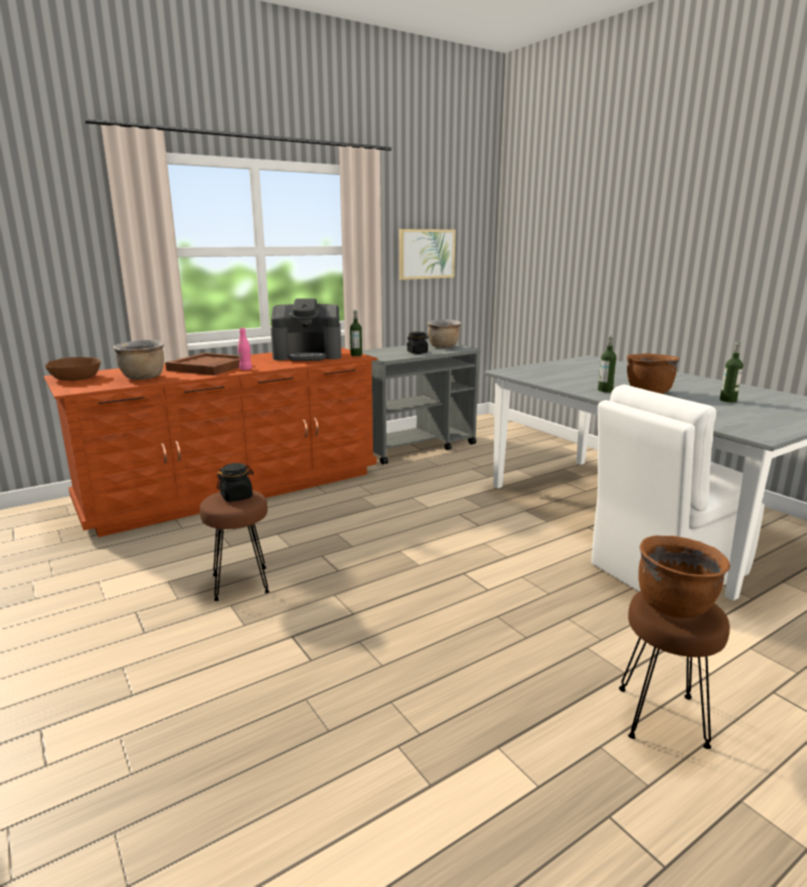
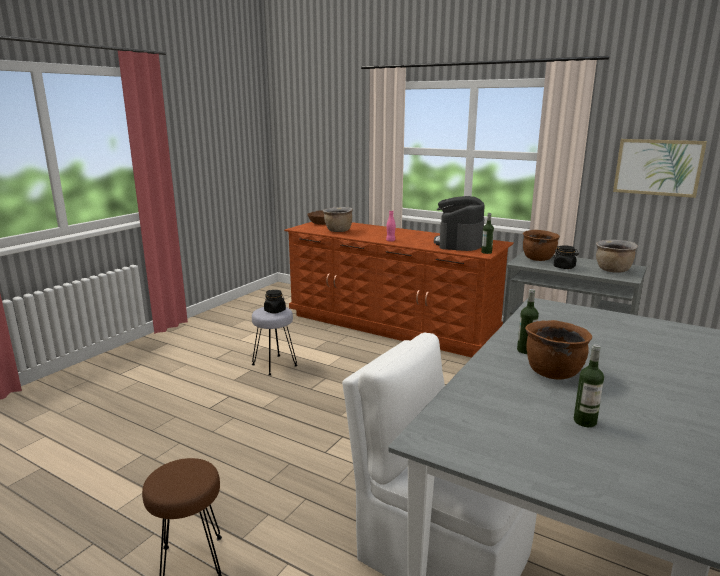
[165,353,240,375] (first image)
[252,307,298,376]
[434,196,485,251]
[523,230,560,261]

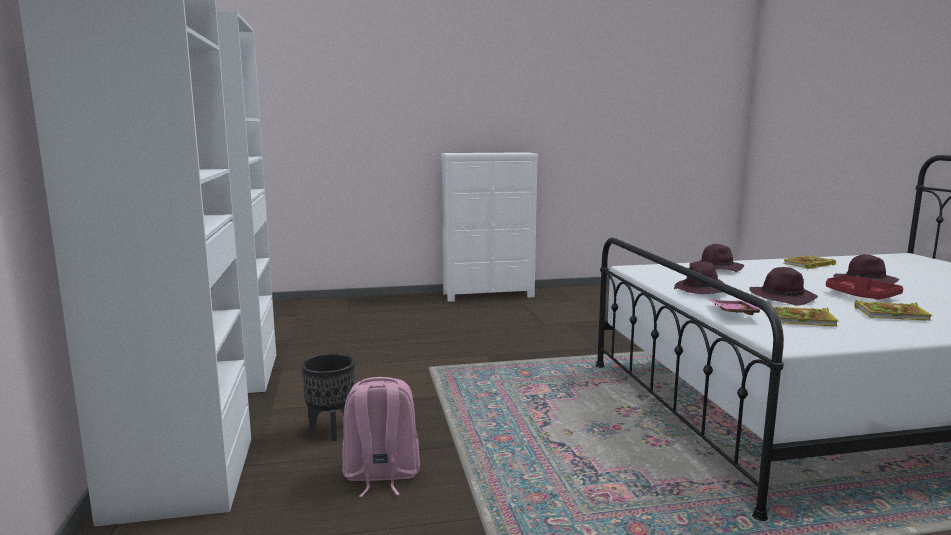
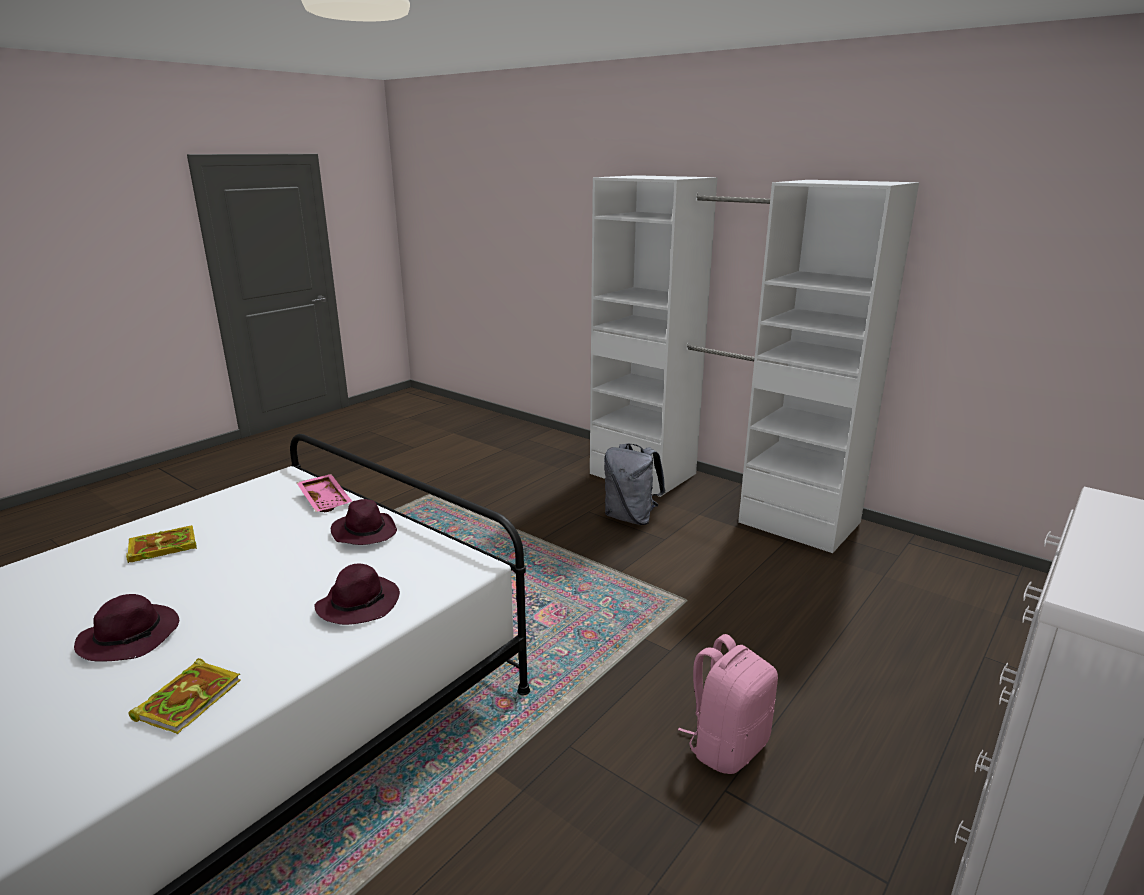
[604,443,665,525]
[678,634,778,774]
[749,267,818,305] (first image)
[771,305,839,326] (first image)
[826,275,903,300] (first image)

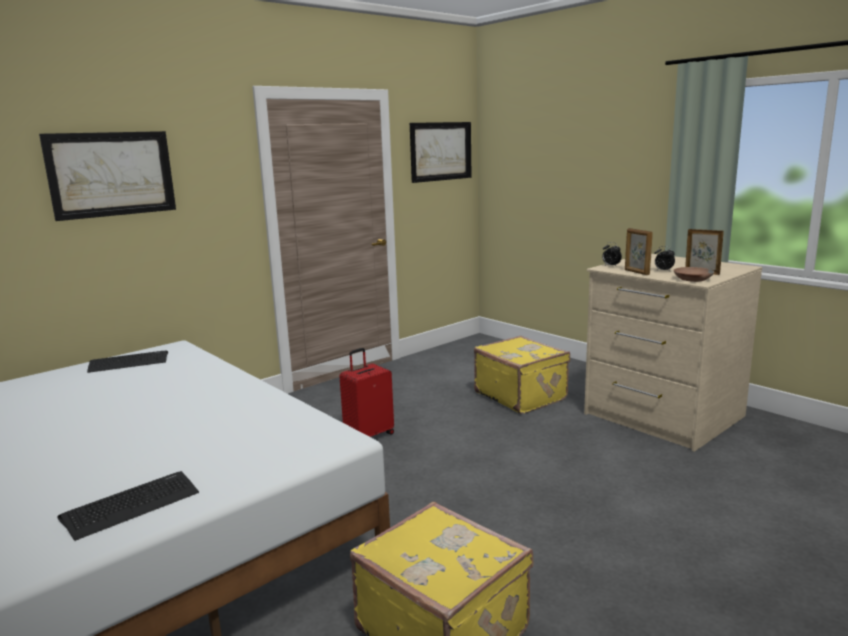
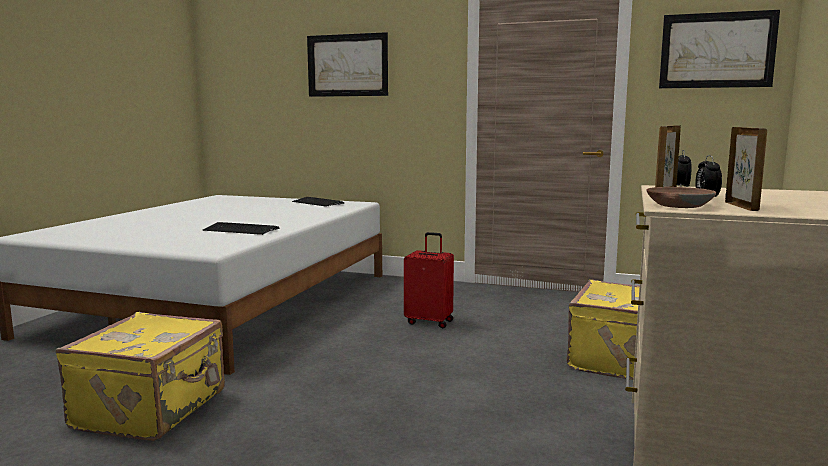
[203,222,280,235]

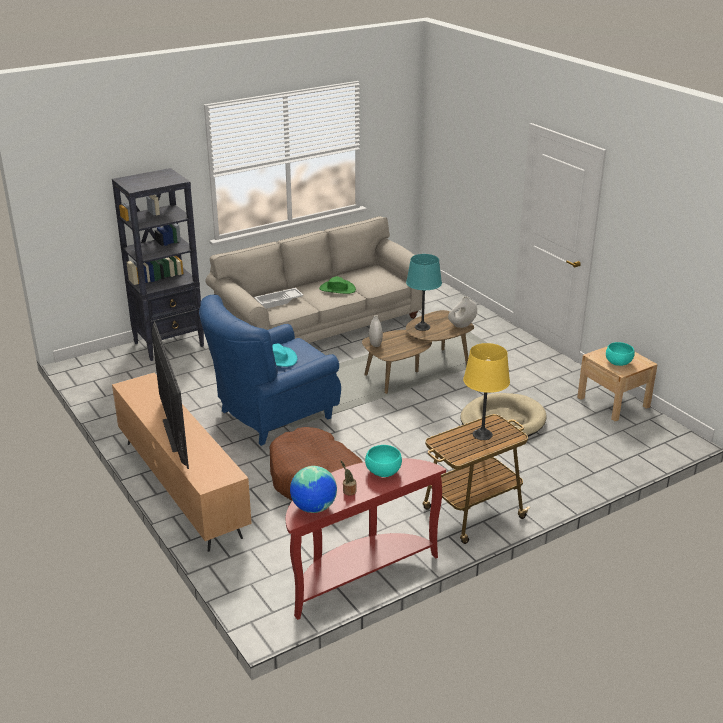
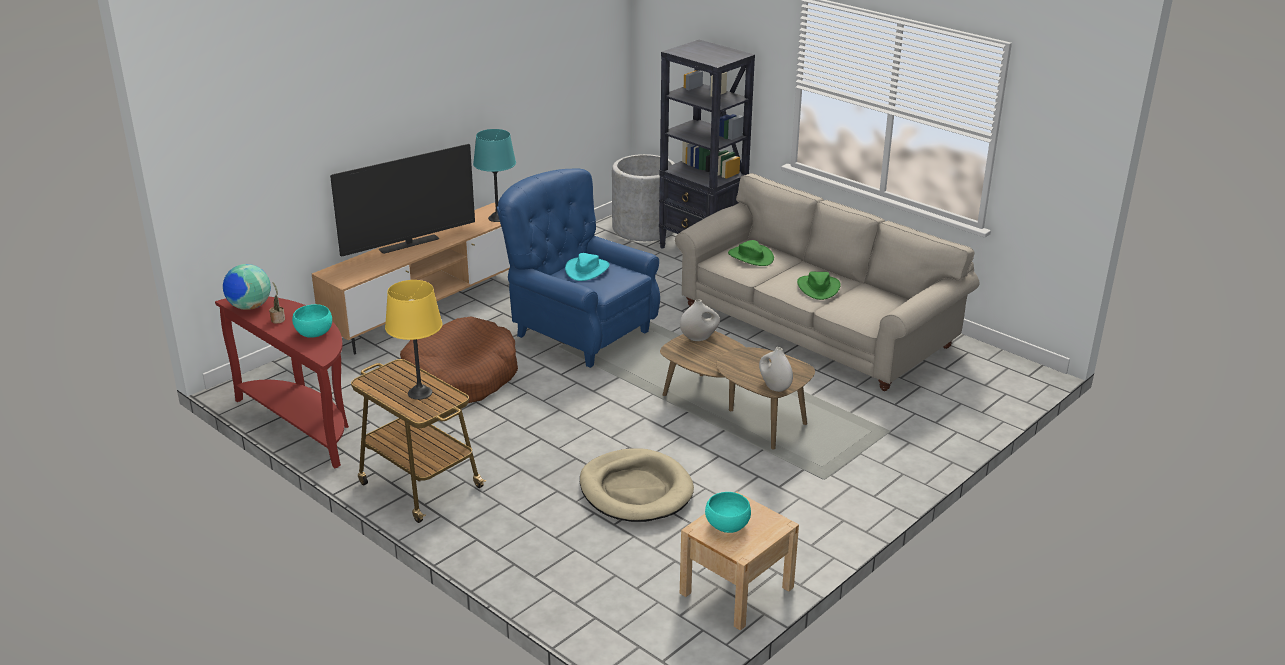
[728,240,774,266]
[473,129,516,222]
[612,154,675,241]

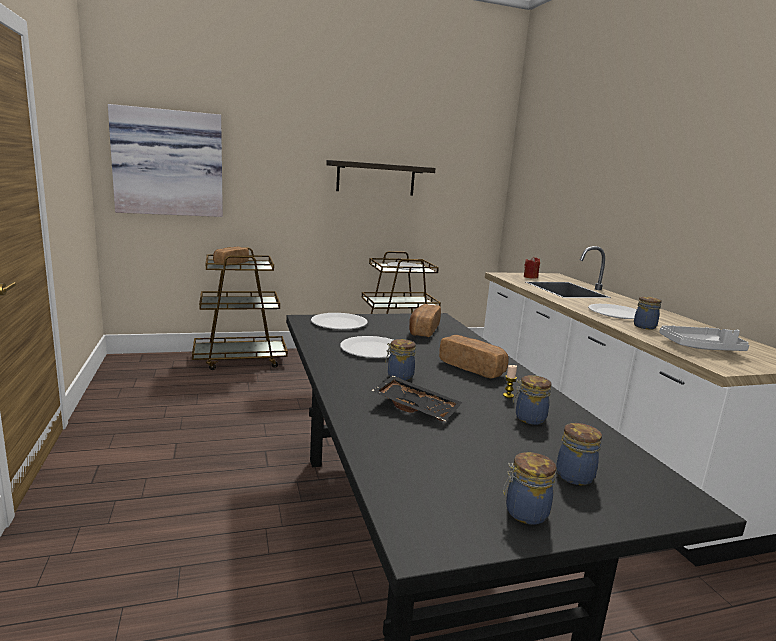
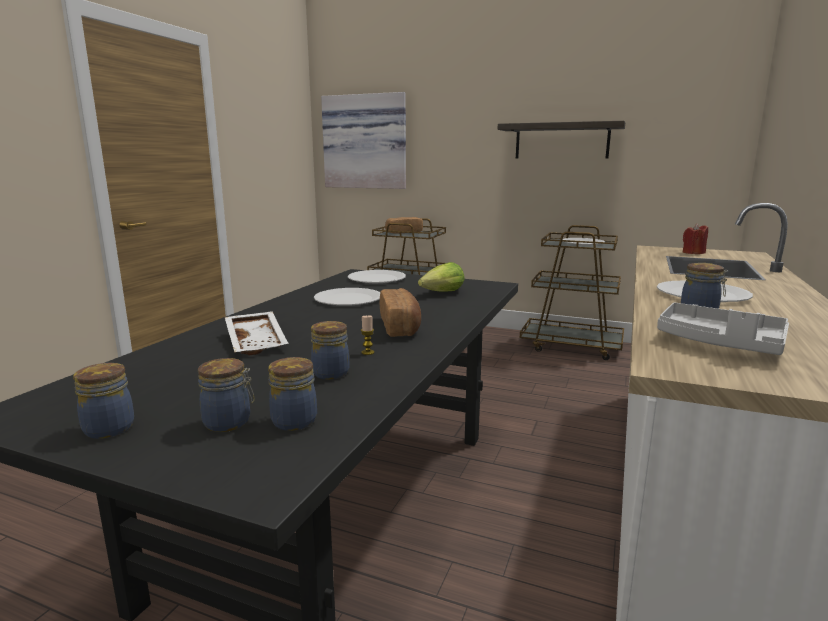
[225,311,289,355]
[268,357,317,431]
[418,262,465,292]

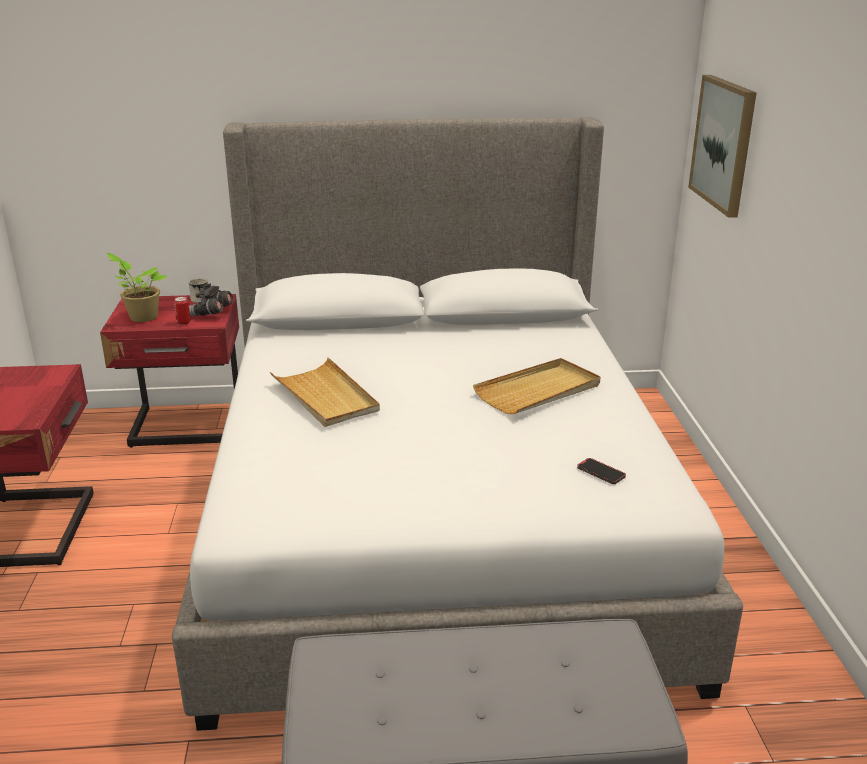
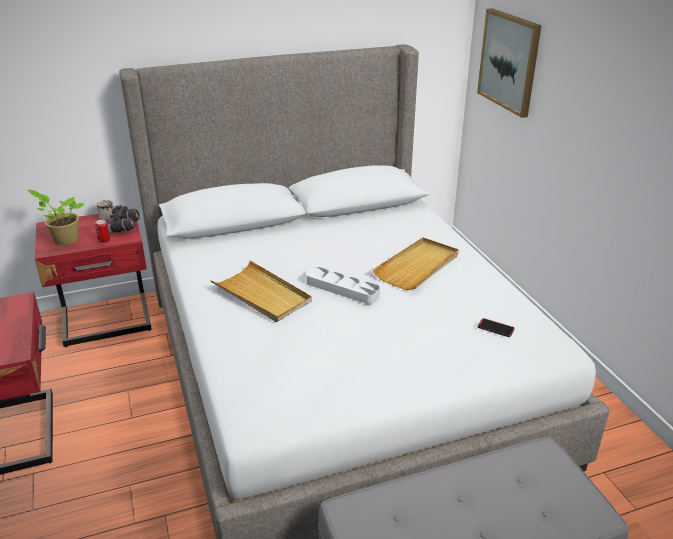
[306,267,380,304]

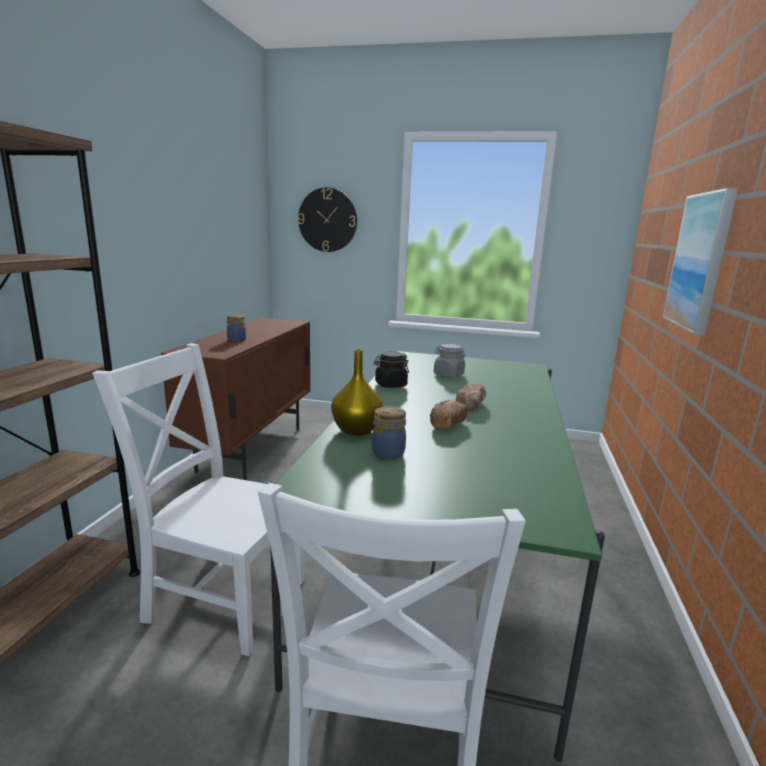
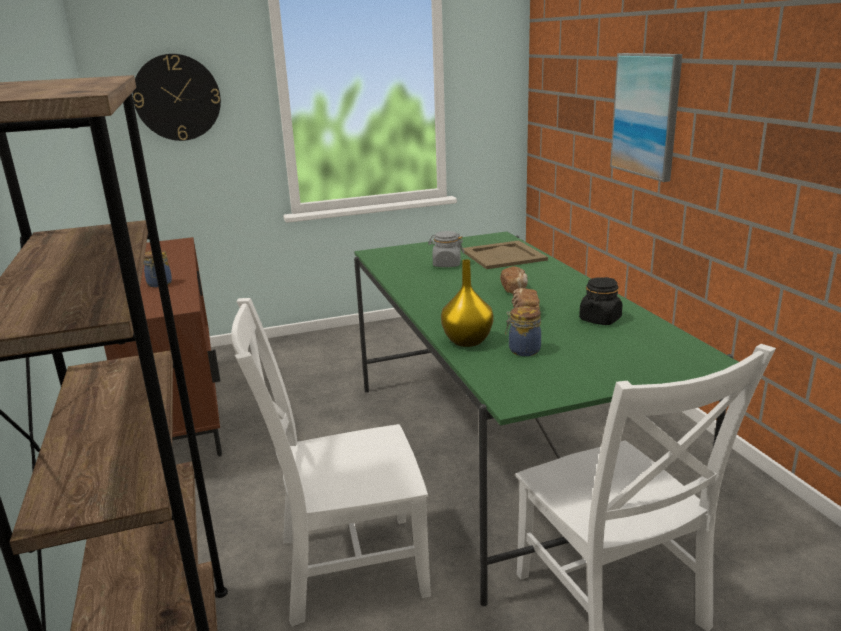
[579,277,622,325]
[461,240,548,269]

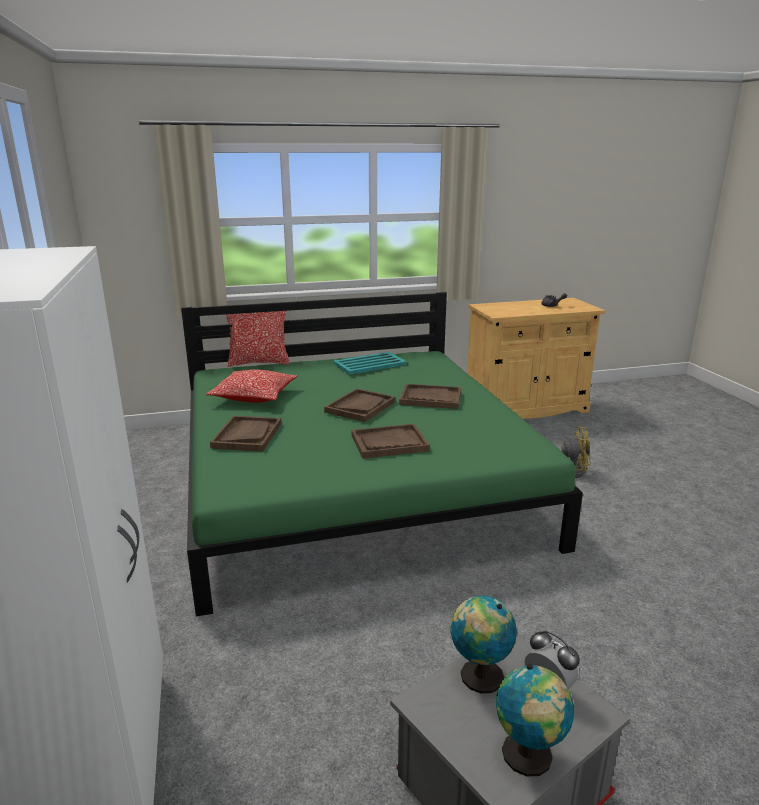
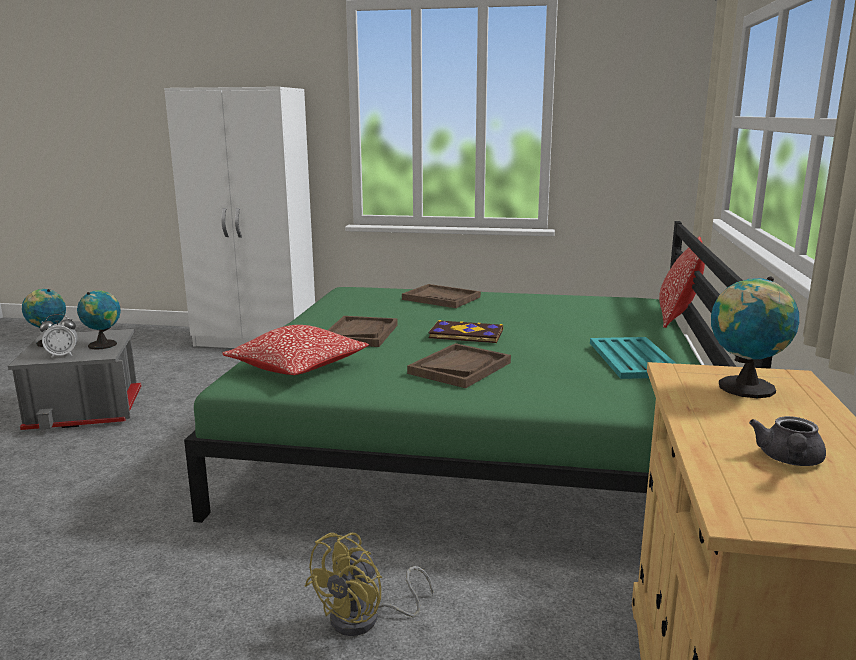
[222,325,369,375]
[428,320,503,343]
[711,277,799,398]

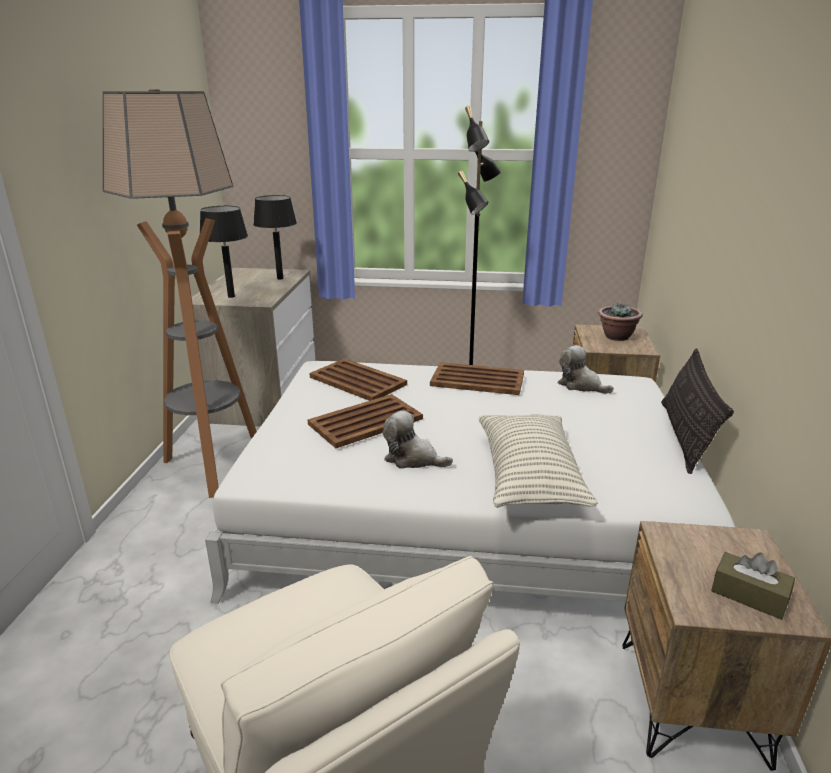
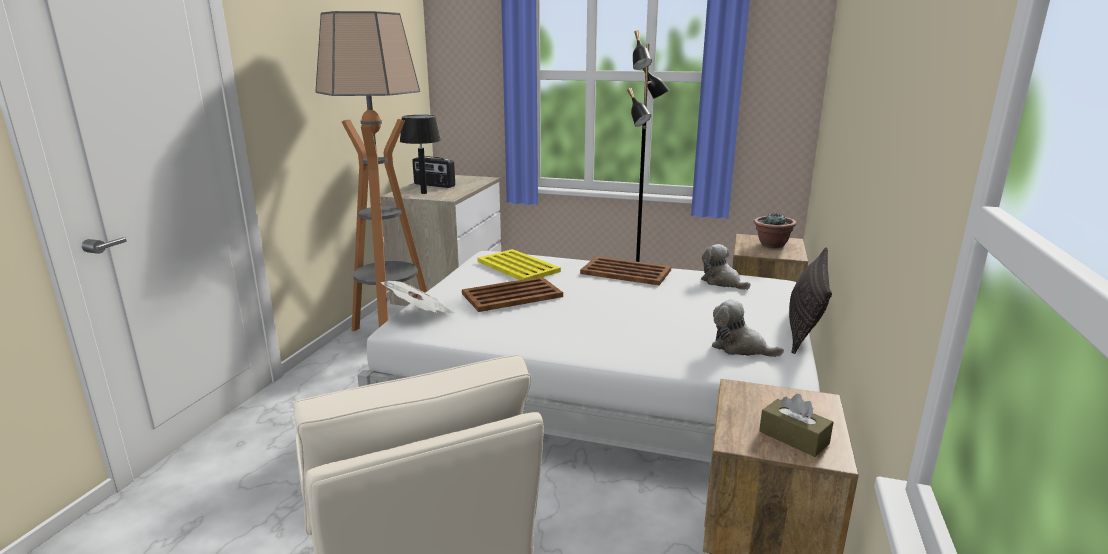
[253,195,297,280] (first image)
[478,249,561,280]
[712,299,784,357]
[479,414,598,508] (first image)
[380,281,454,313]
[412,156,455,188]

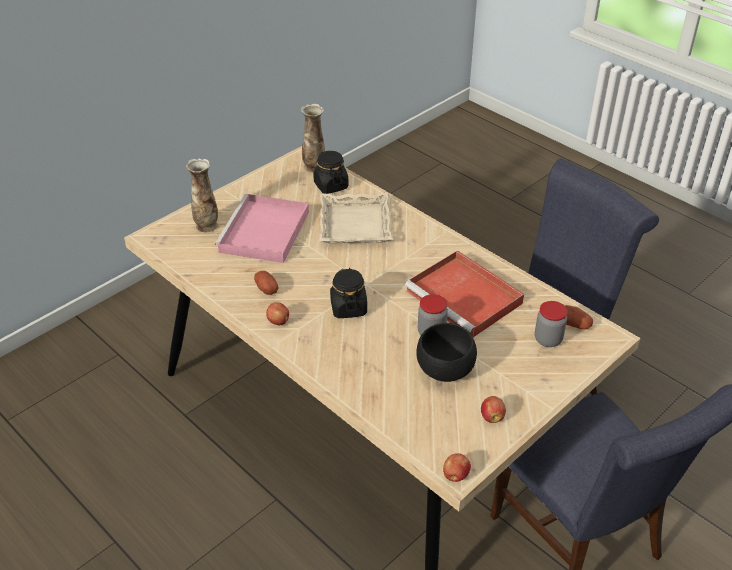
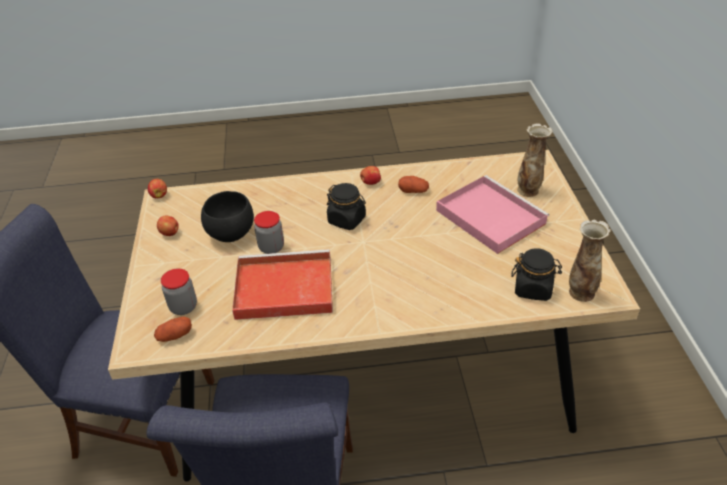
[320,193,393,243] (first image)

